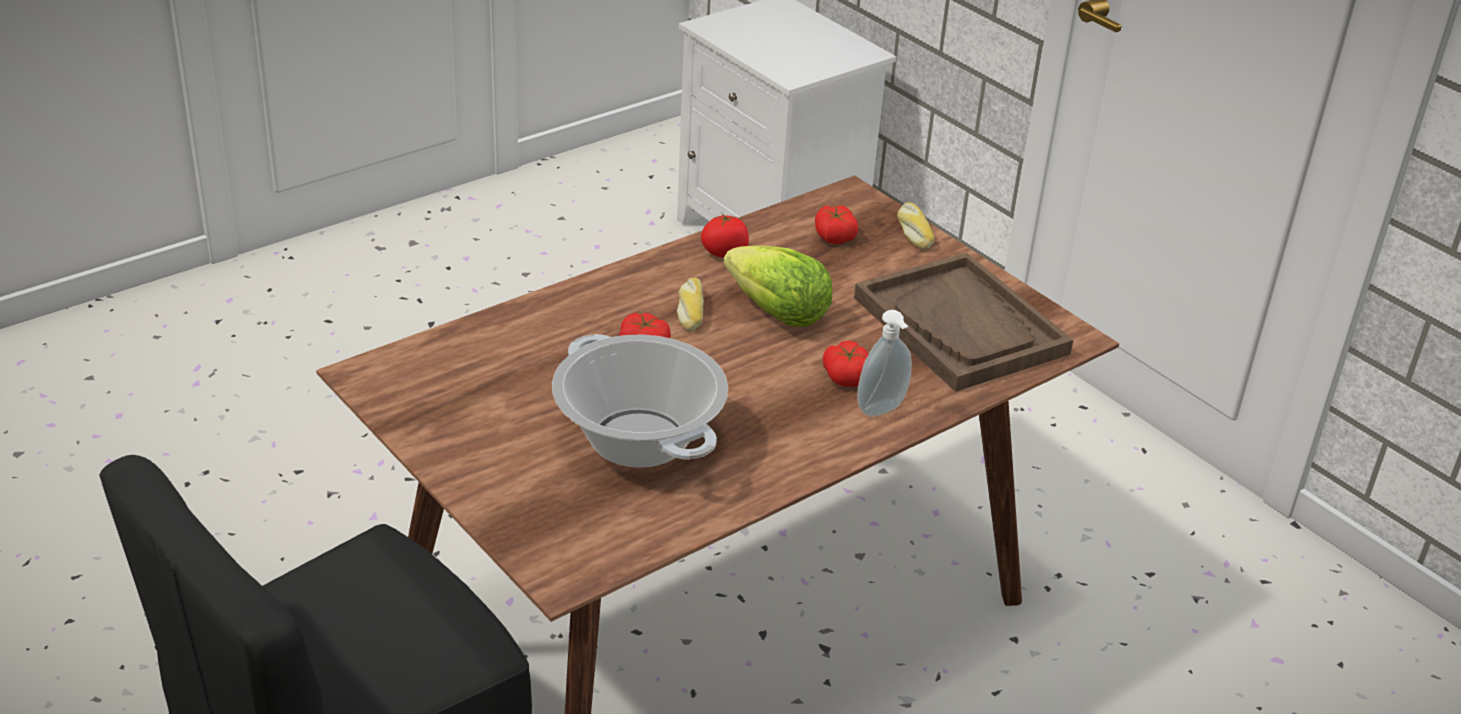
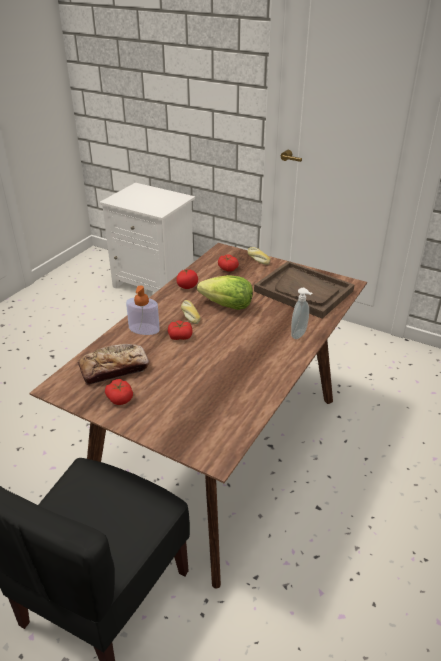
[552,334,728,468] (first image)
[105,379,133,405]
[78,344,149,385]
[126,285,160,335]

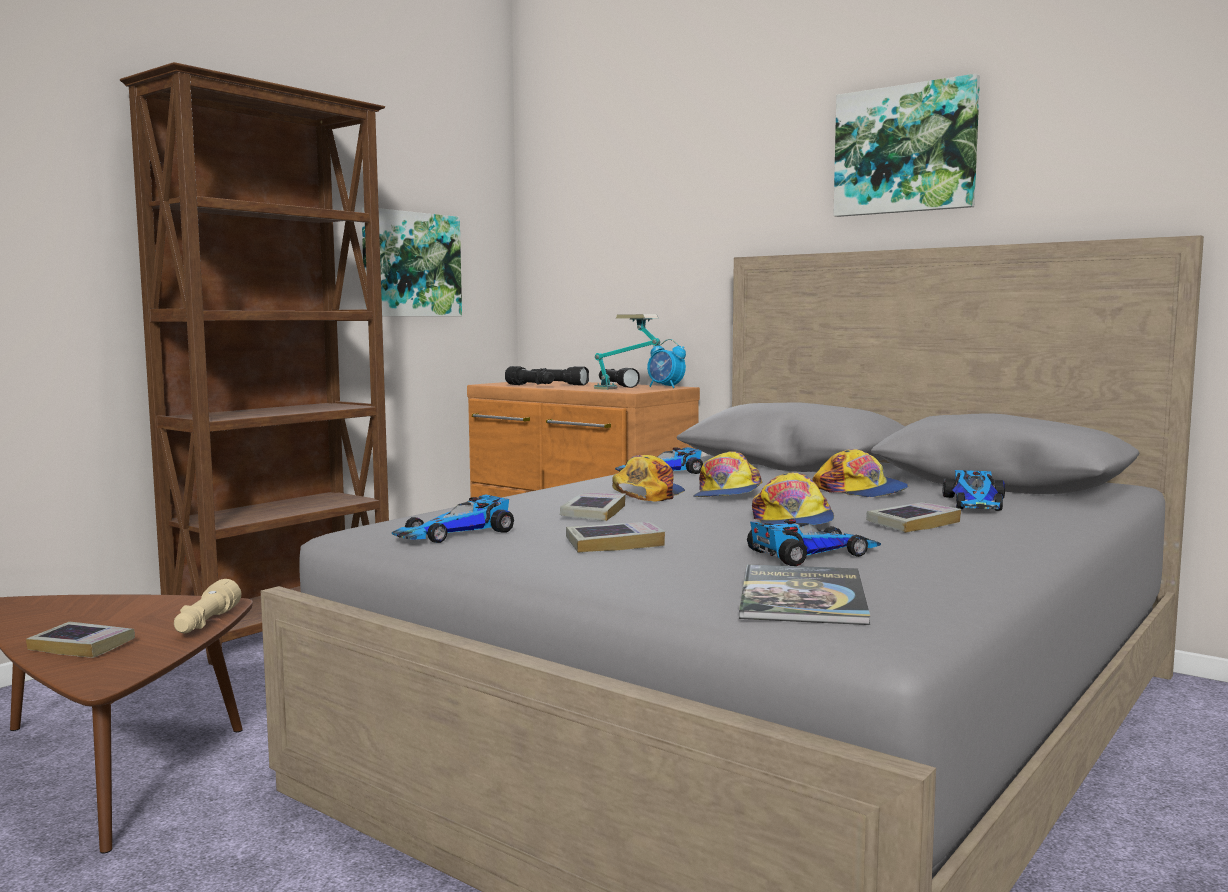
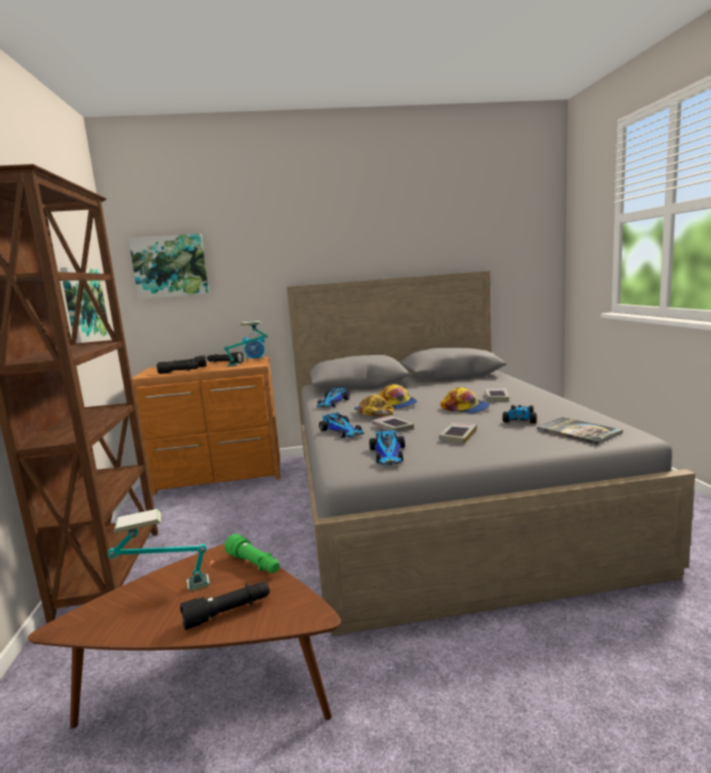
[180,582,270,630]
[225,534,279,573]
[812,449,909,497] (first image)
[128,234,209,299]
[319,412,364,438]
[108,509,209,591]

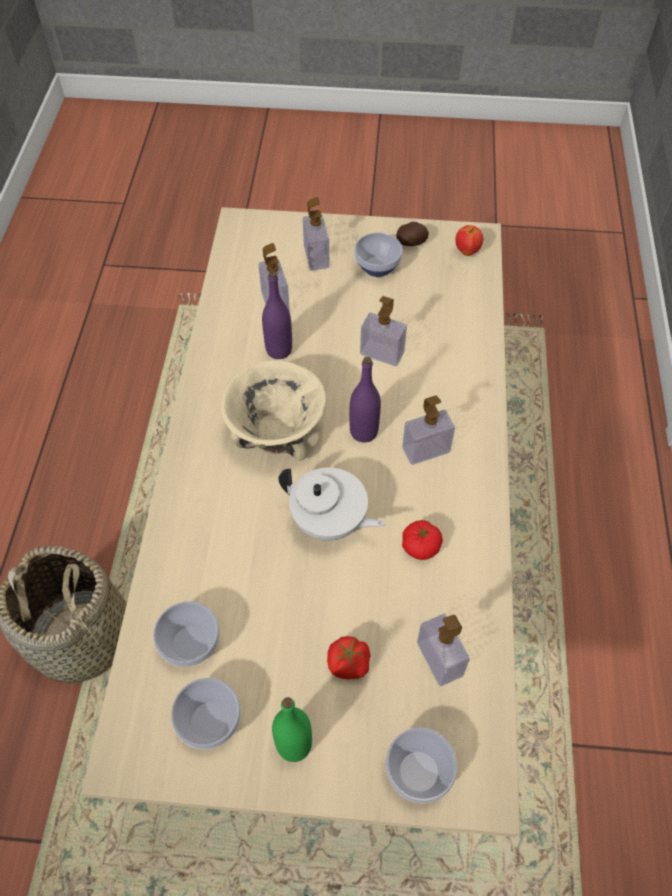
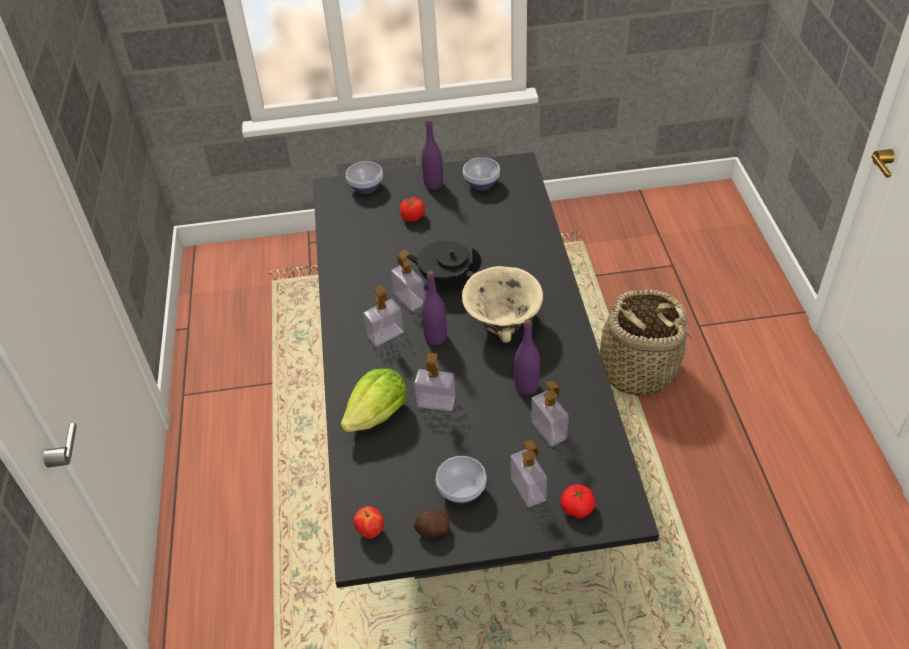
[313,152,659,588]
[153,601,220,667] (first image)
[422,119,443,190]
[407,241,482,288]
[561,484,596,518]
[391,249,425,311]
[341,369,407,432]

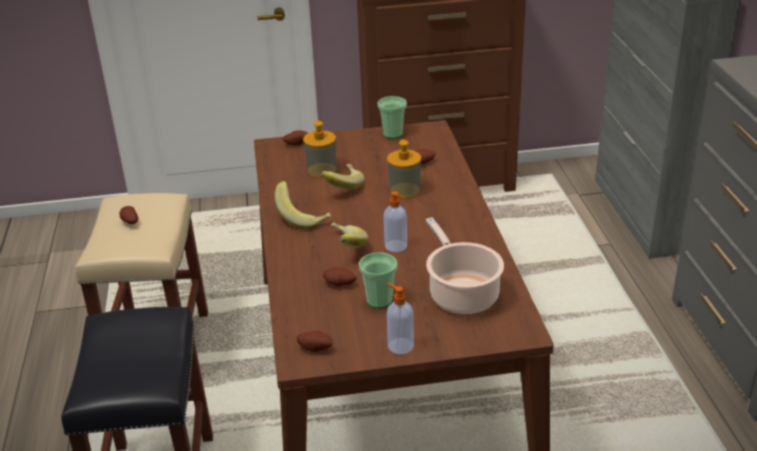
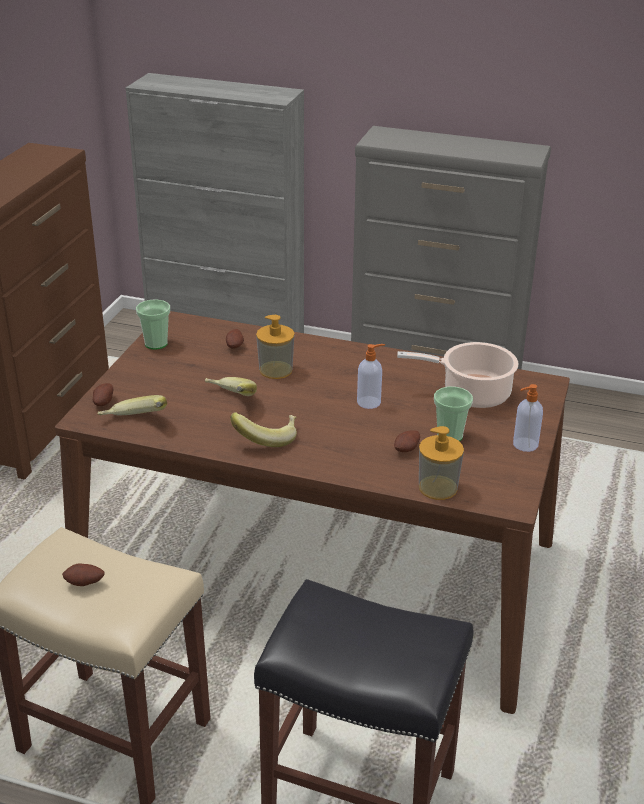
[296,331,333,352] (first image)
[419,426,464,500]
[98,395,167,415]

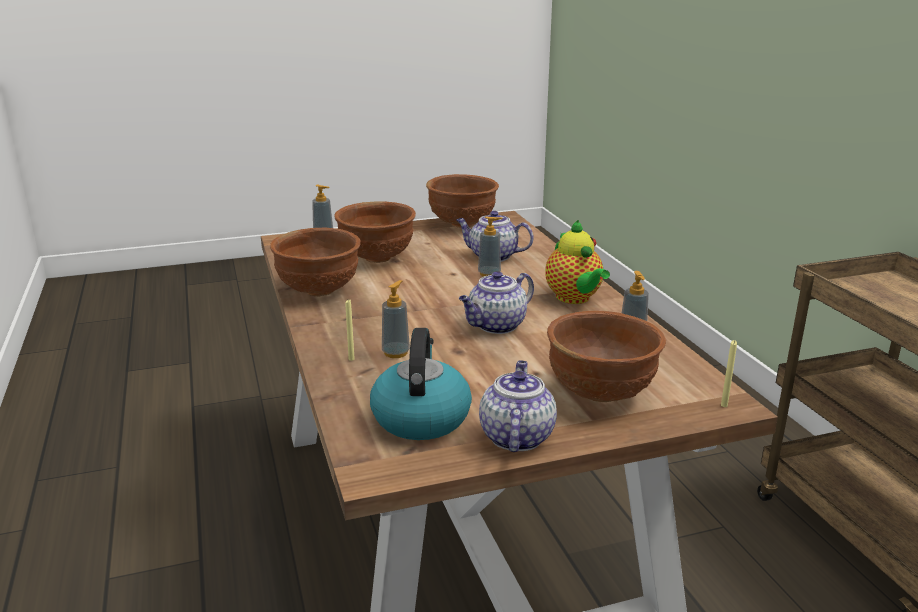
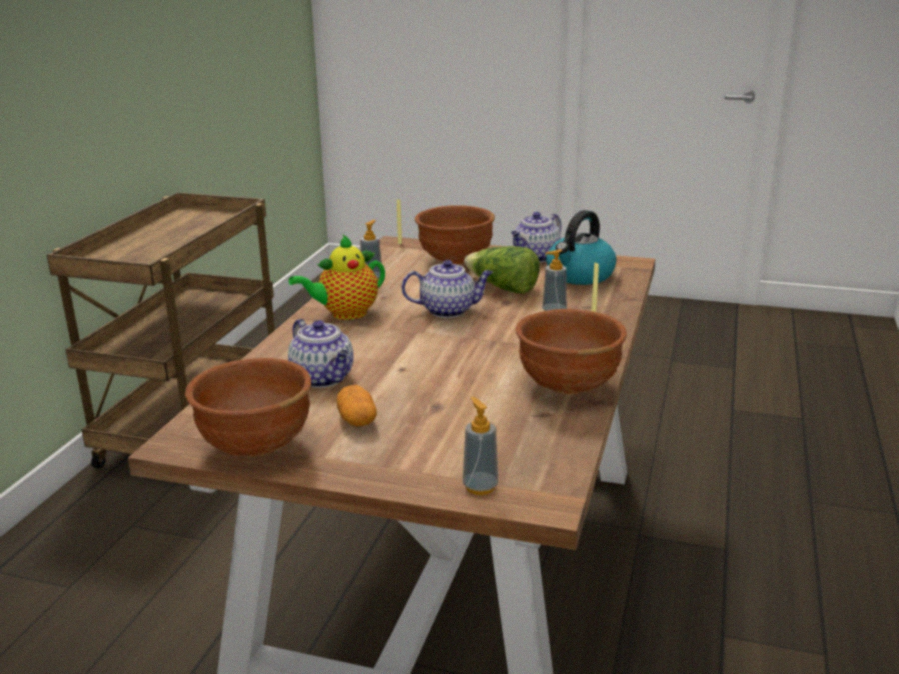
[334,201,416,263] (first image)
[478,216,502,277] (first image)
[288,235,385,320]
[337,385,377,426]
[464,246,540,294]

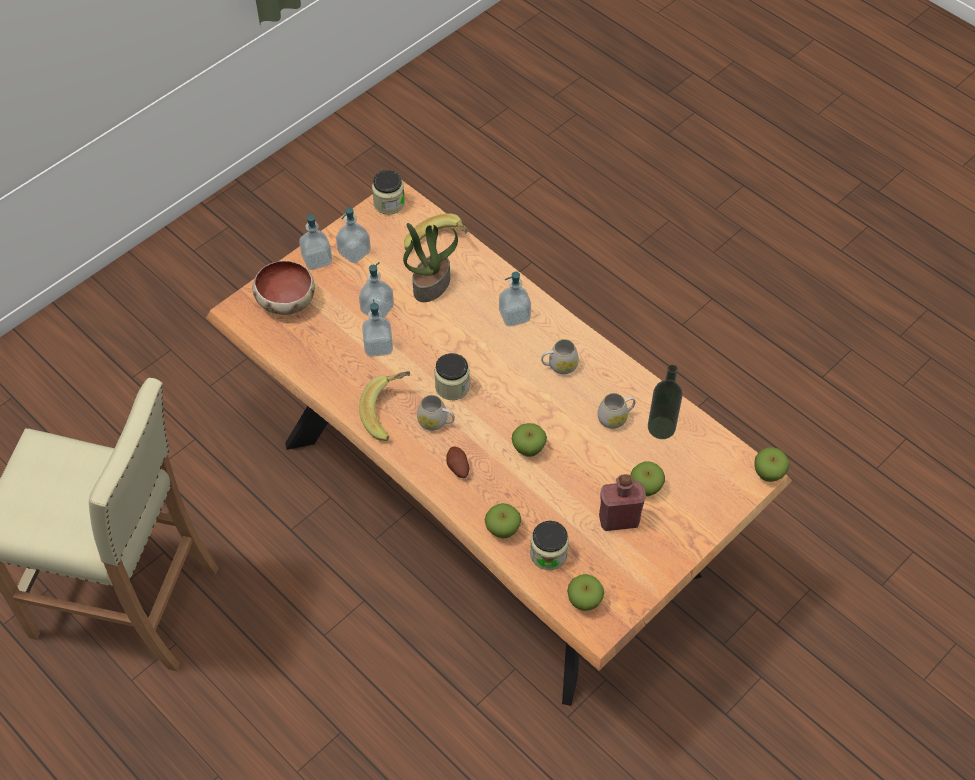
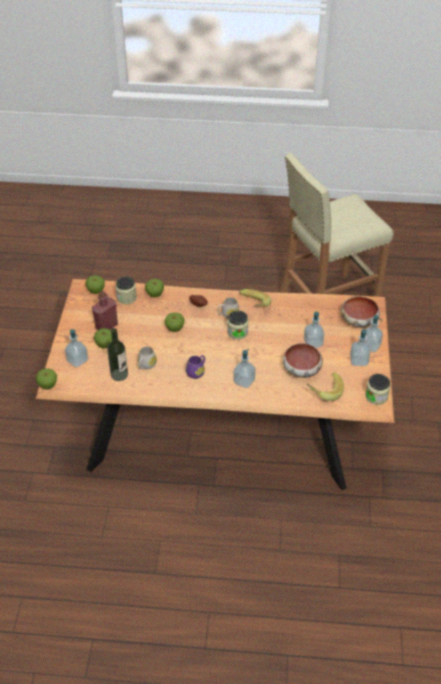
[65,329,88,367]
[283,343,323,378]
[186,355,205,379]

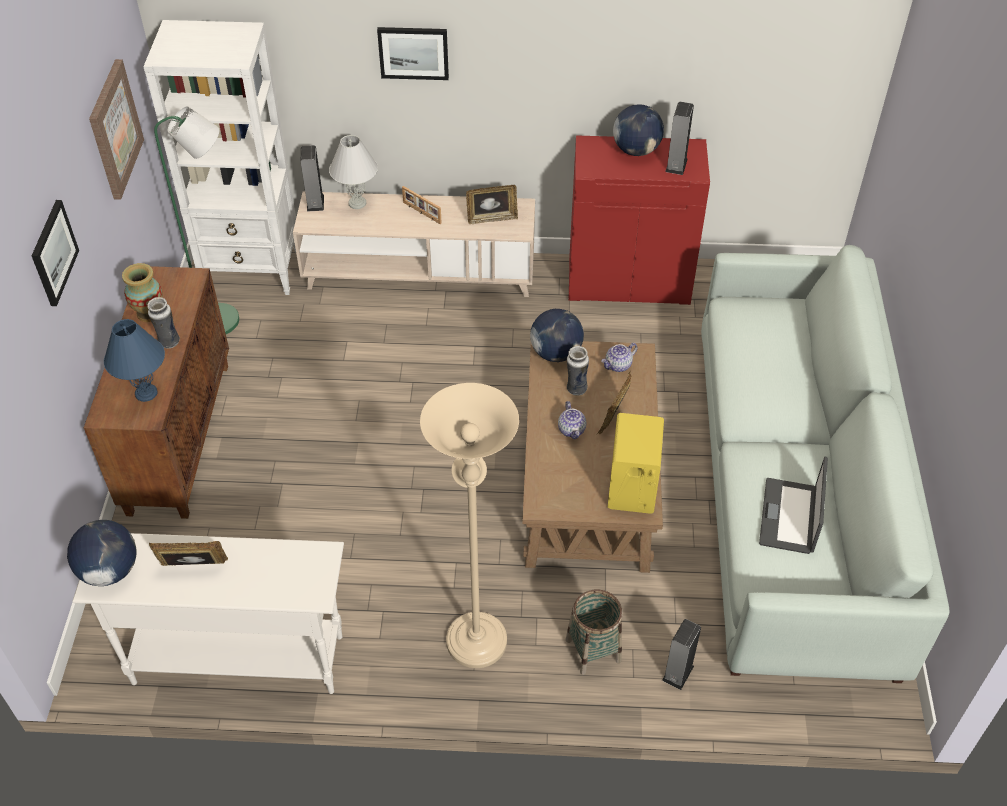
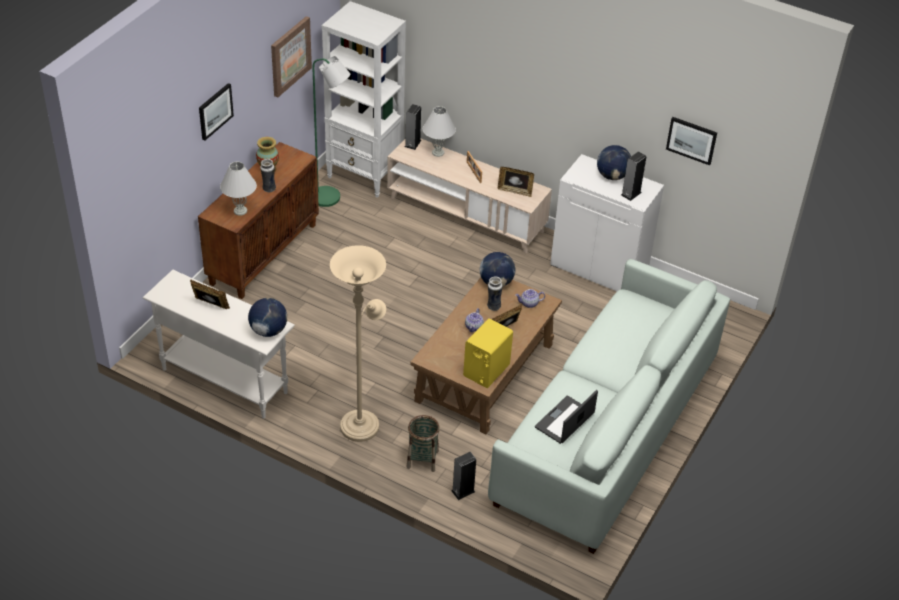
[248,298,287,337]
[220,162,257,216]
[666,117,717,165]
[550,154,664,291]

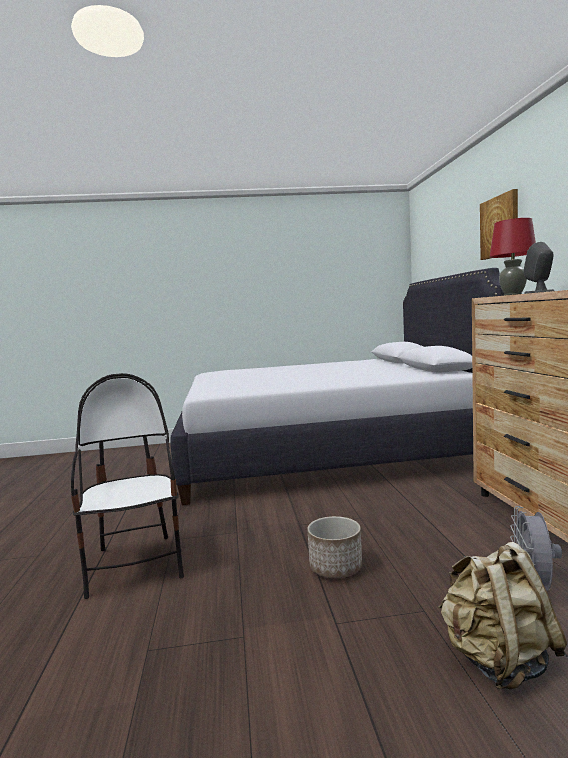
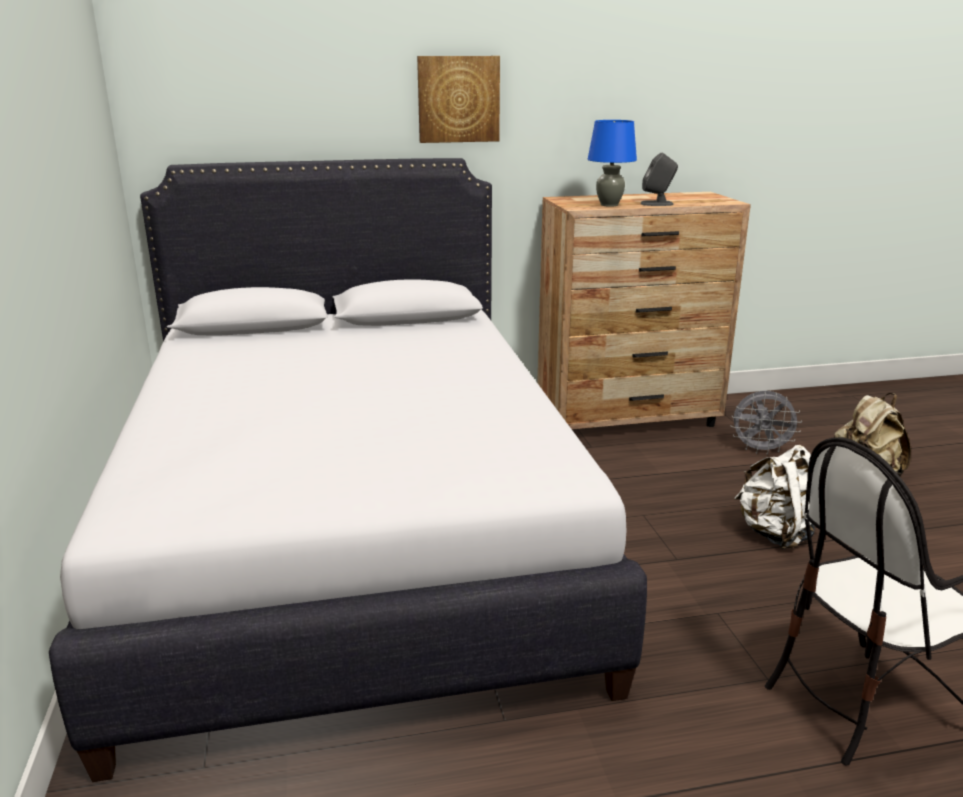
[734,445,815,549]
[588,120,637,207]

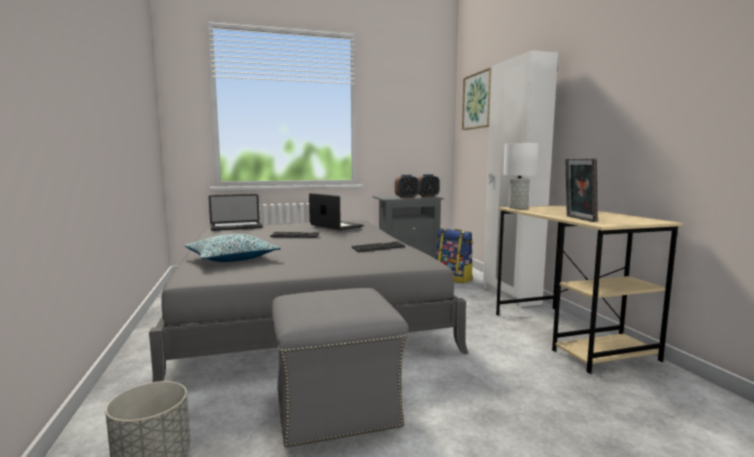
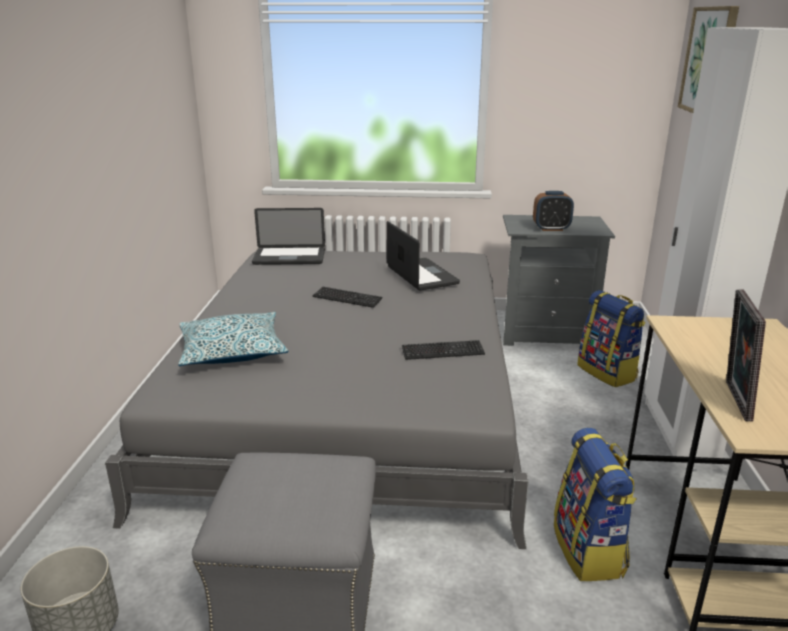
[417,174,440,197] (first image)
[503,143,539,209] (first image)
[554,428,637,581]

